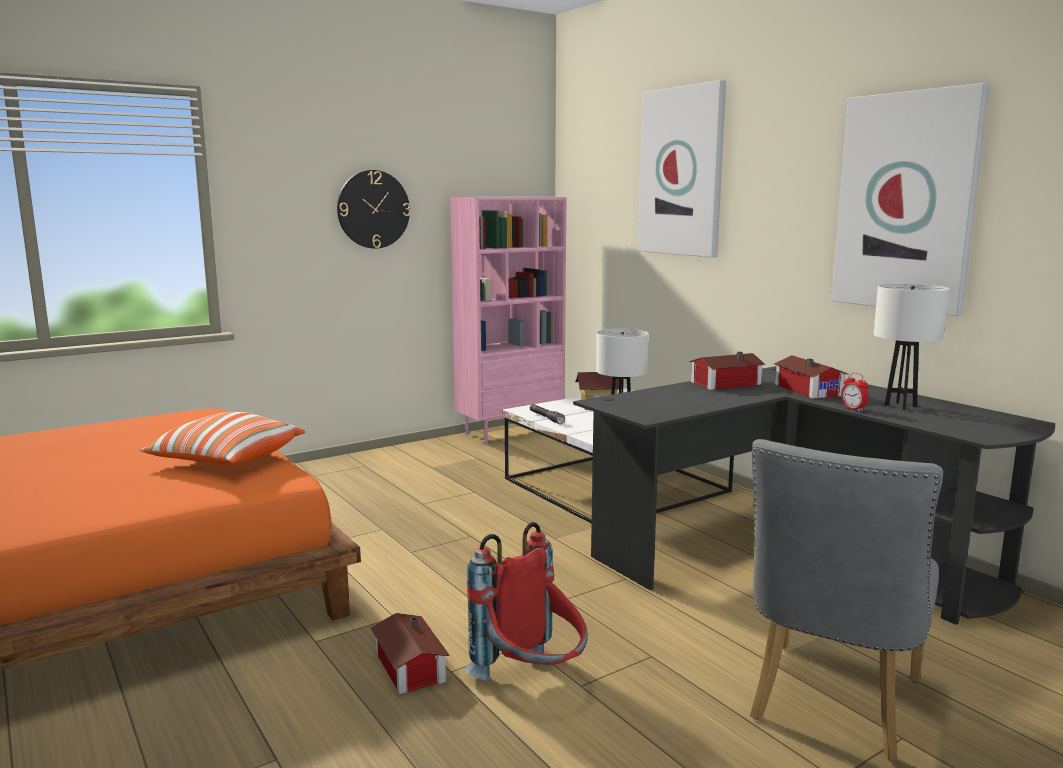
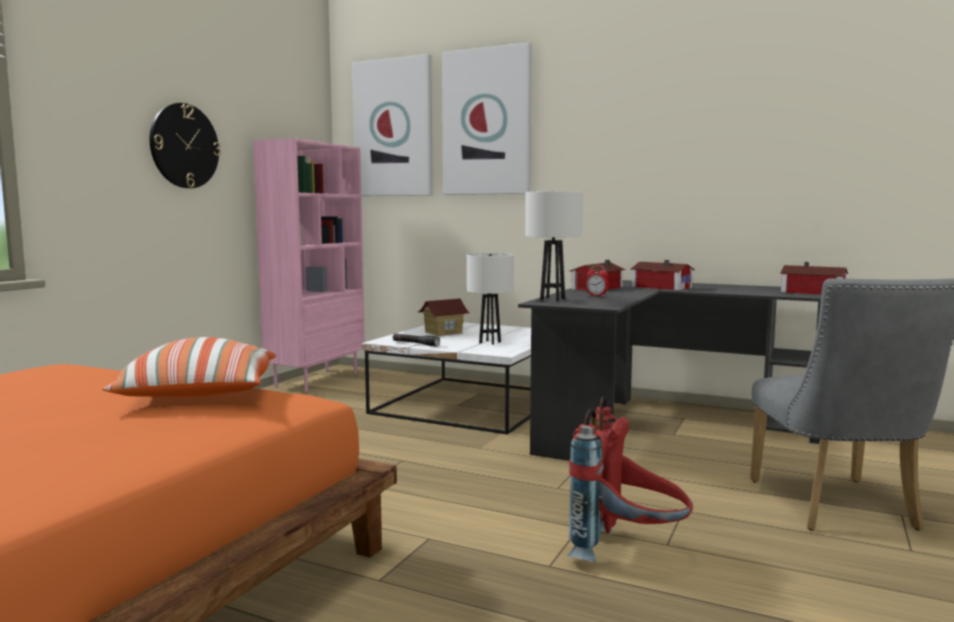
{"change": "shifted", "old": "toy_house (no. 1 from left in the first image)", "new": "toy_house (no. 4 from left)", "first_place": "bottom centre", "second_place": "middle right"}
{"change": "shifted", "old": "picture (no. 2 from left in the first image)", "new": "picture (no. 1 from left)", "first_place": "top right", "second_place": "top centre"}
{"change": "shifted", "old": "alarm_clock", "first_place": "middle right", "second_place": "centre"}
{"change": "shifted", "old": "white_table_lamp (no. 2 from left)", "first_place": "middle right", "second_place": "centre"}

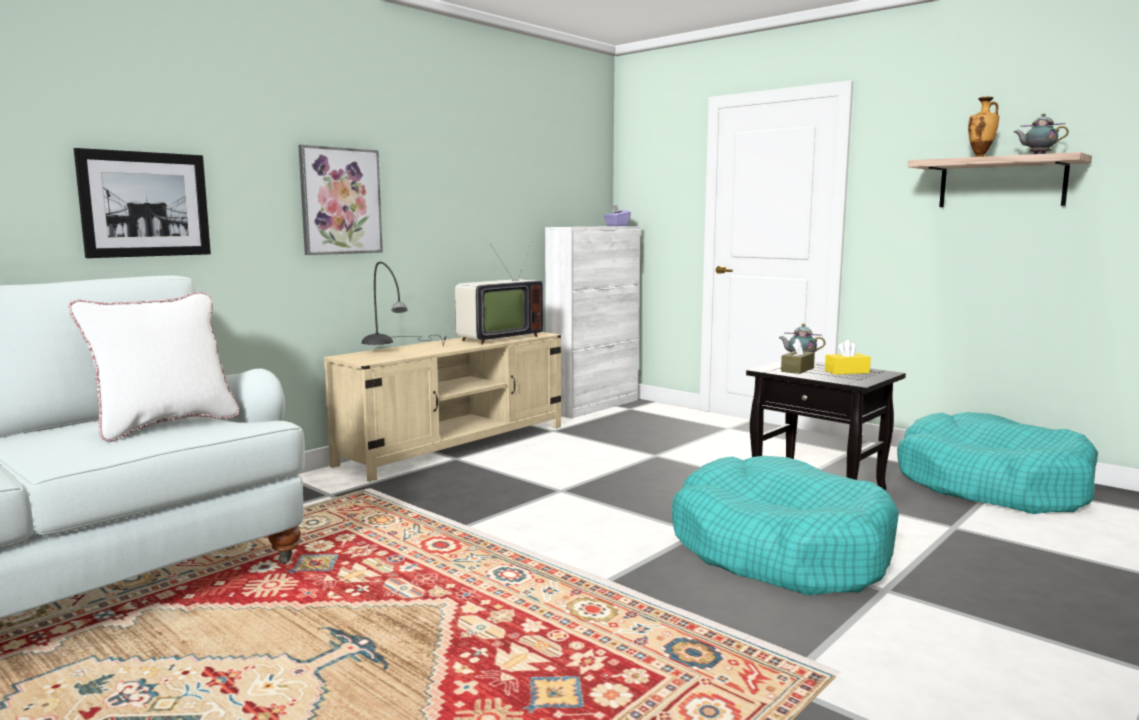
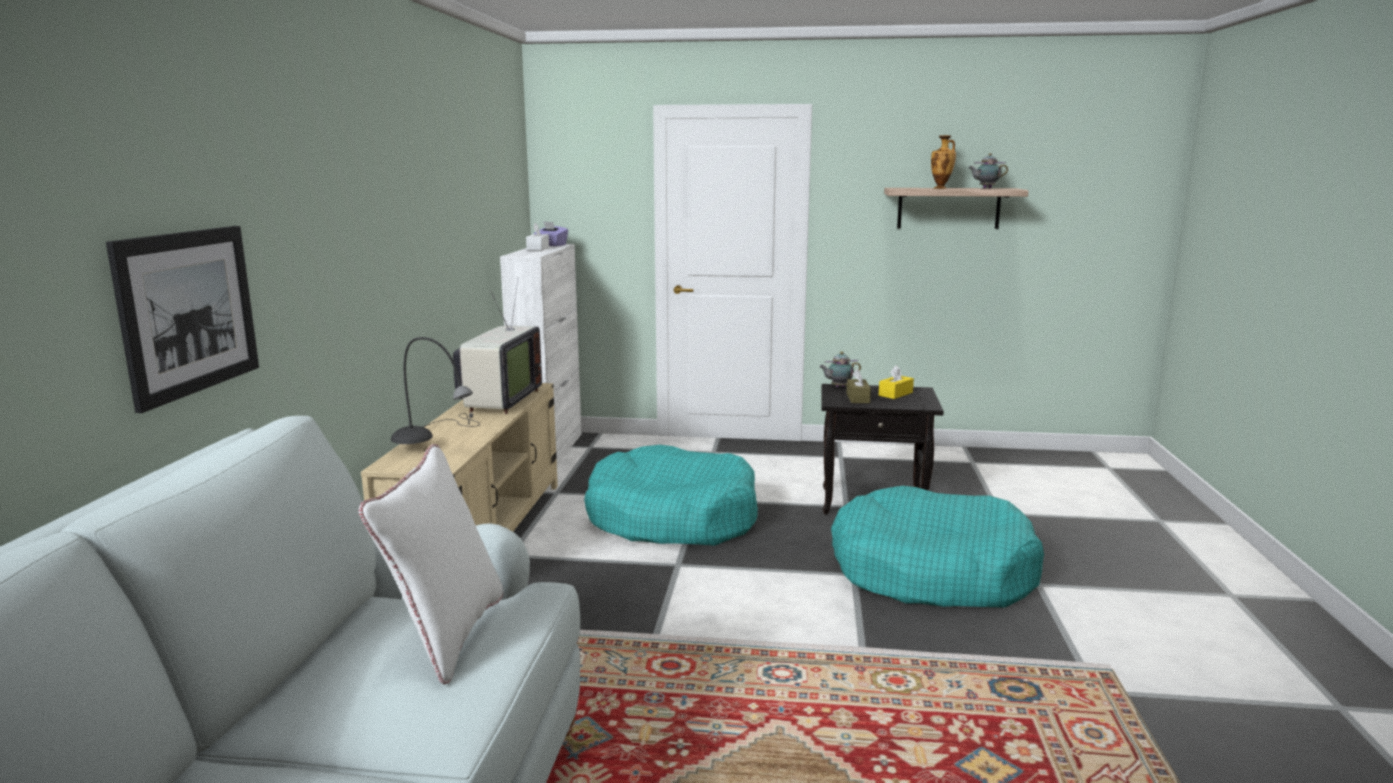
{"change": "gone", "old": "picture (no. 2 from left)", "first_place": "top left"}
{"change": "shifted", "old": "turquoise_dog_bed (no. 2 from left in the first image)", "new": "turquoise_dog_bed (no. 1 from left)", "first_place": "middle right", "second_place": "centre"}
{"change": "new", "new": "white_tissue_box", "second_place": "top centre"}

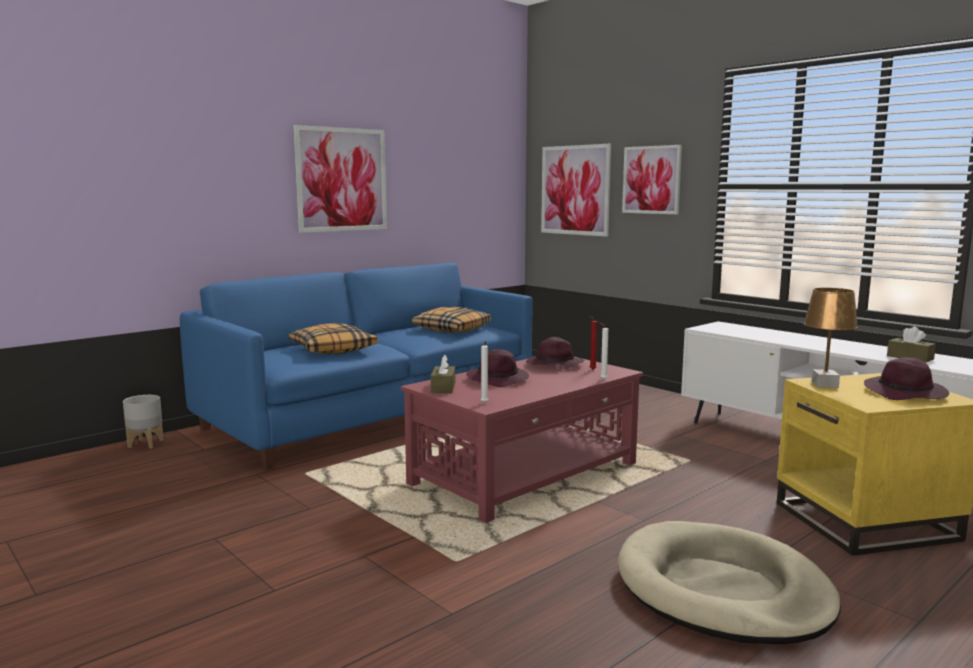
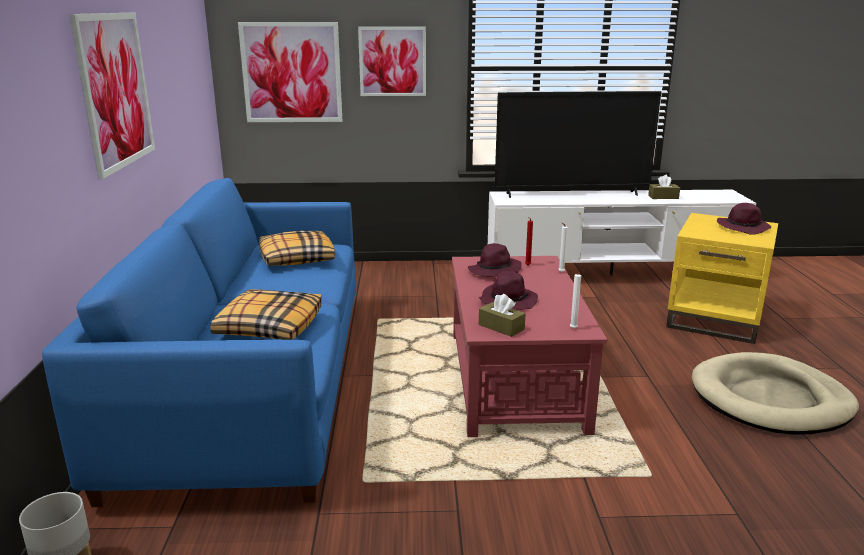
{"change": "gone", "old": "brown_table_lamp", "first_place": "middle right"}
{"change": "new", "new": "television", "second_place": "top right"}

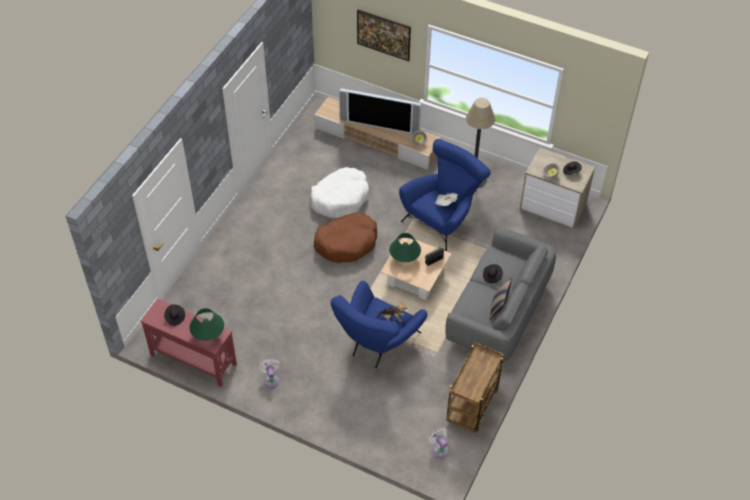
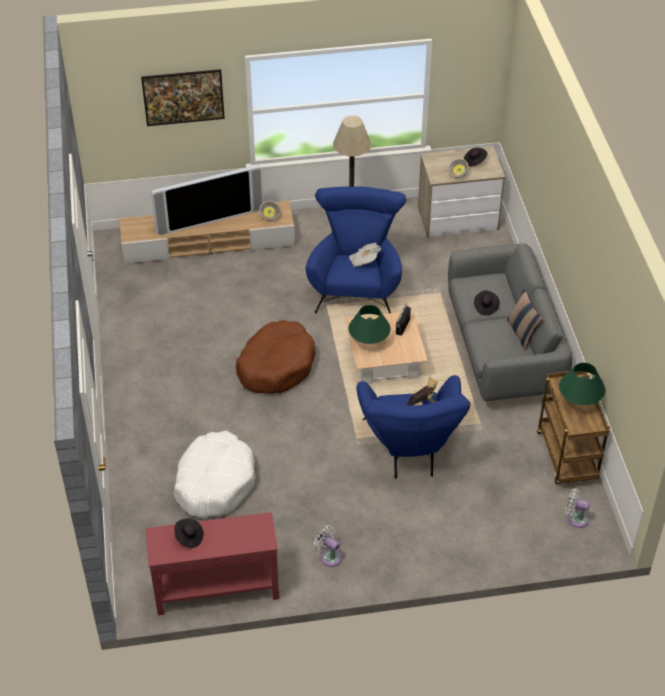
{"change": "shifted", "old": "green_table_lamp (no. 1 from left in the first image)", "new": "green_table_lamp (no. 2 from left)", "first_place": "middle left", "second_place": "middle right"}
{"change": "shifted", "old": "white_dog_bed", "first_place": "centre", "second_place": "bottom left"}

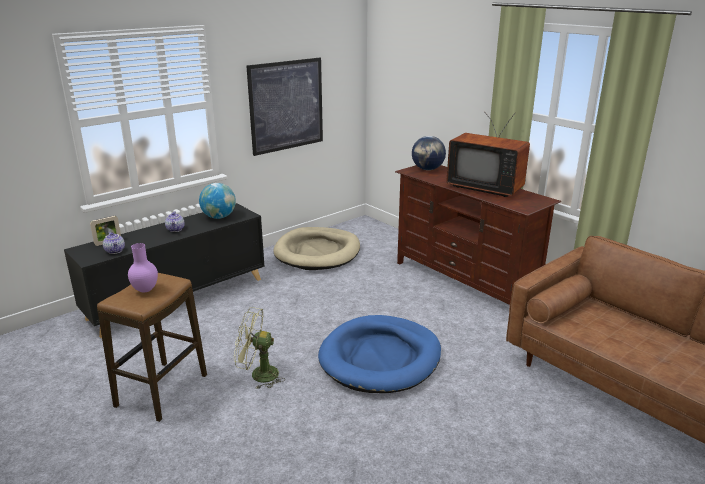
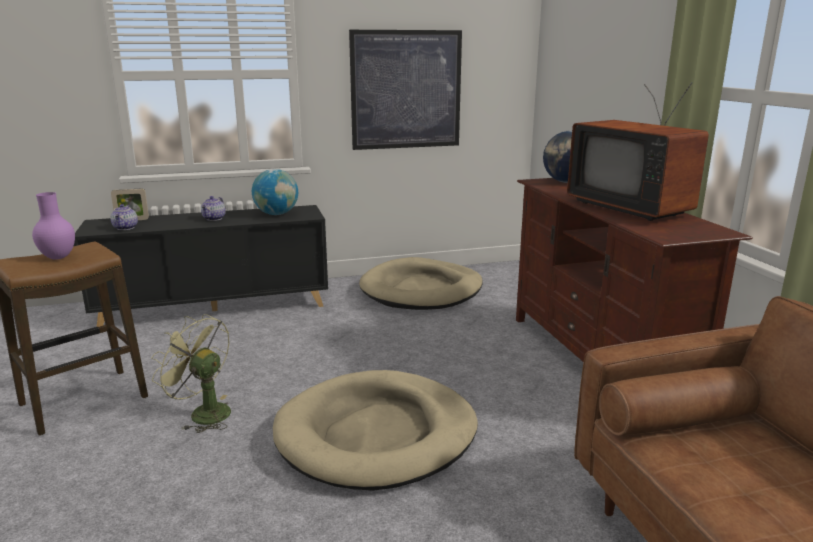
{"change": "repainted", "old": "blue_dog_bed", "new": "beige_dog_bed (no. 1 from left)", "first_place": "bottom centre", "second_place": "bottom centre"}

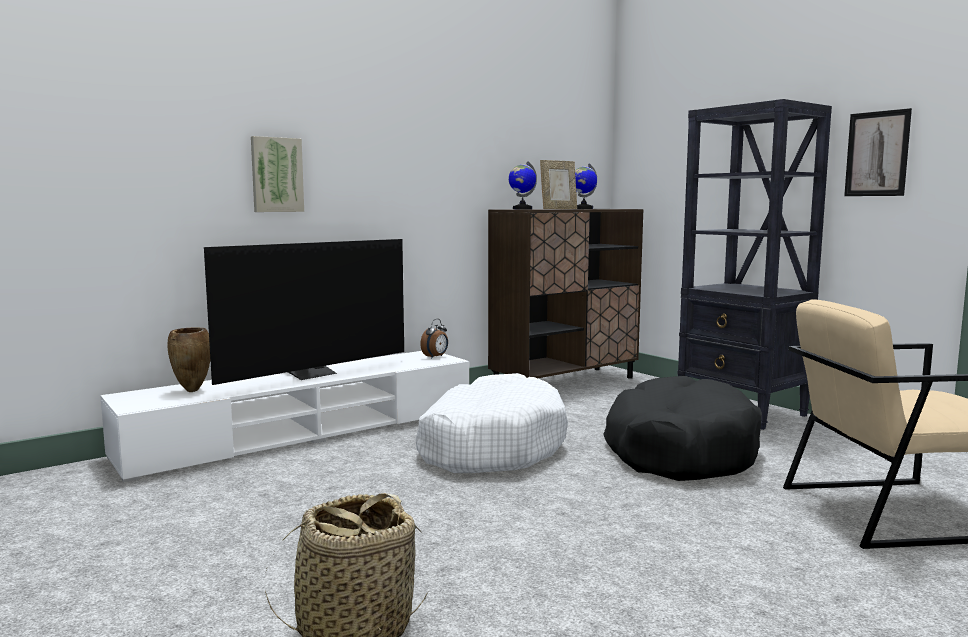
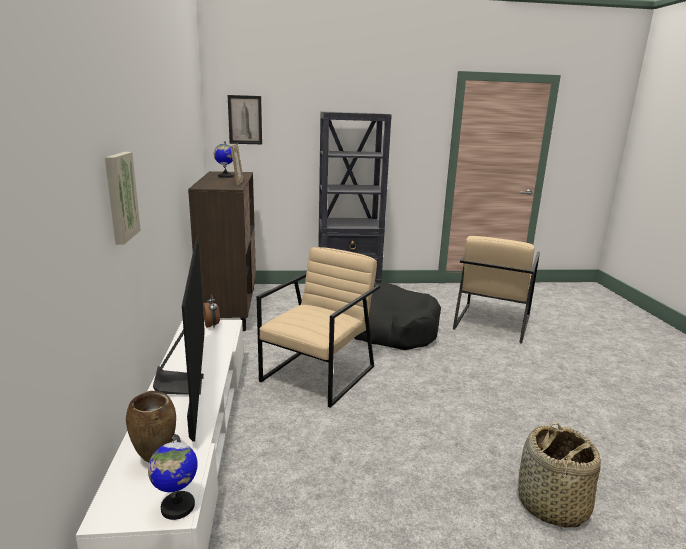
{"change": "swapped", "old": "white_dog_bed", "new": "beige_armchair (no. 1 from left)", "first_place": "centre", "second_place": "centre"}
{"change": "shifted", "old": "globe (no. 1 from left)", "first_place": "top centre", "second_place": "bottom left"}
{"change": "shifted", "old": "picture (no. 2 from left)", "first_place": "top right", "second_place": "top centre"}

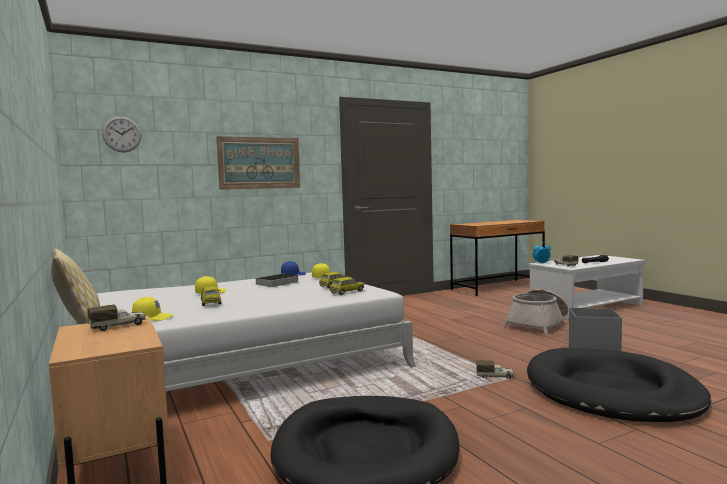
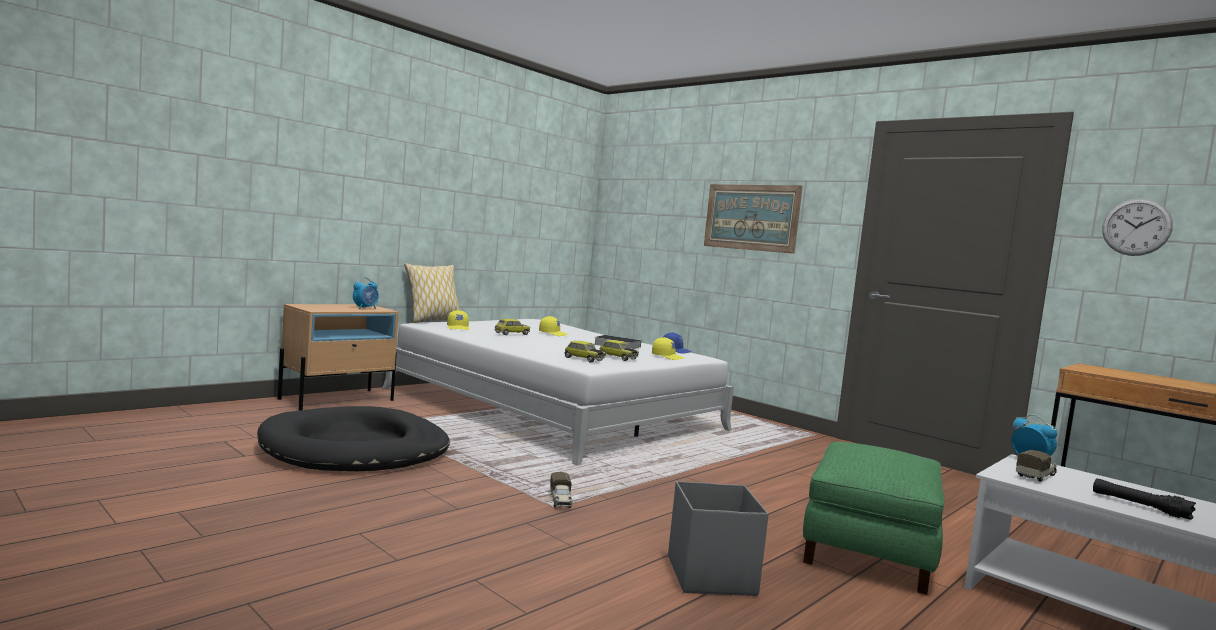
{"change": "swapped", "old": "toy_truck (no. 1 from left)", "new": "alarm_clock (no. 1 from left)", "first_place": "middle left", "second_place": "middle left"}
{"change": "shifted", "old": "wall_clock", "first_place": "top left", "second_place": "middle right"}
{"change": "swapped", "old": "basket", "new": "green_ottoman", "first_place": "middle right", "second_place": "bottom right"}
{"change": "gone", "old": "black_dog_bed (no. 2 from left)", "first_place": "bottom right"}

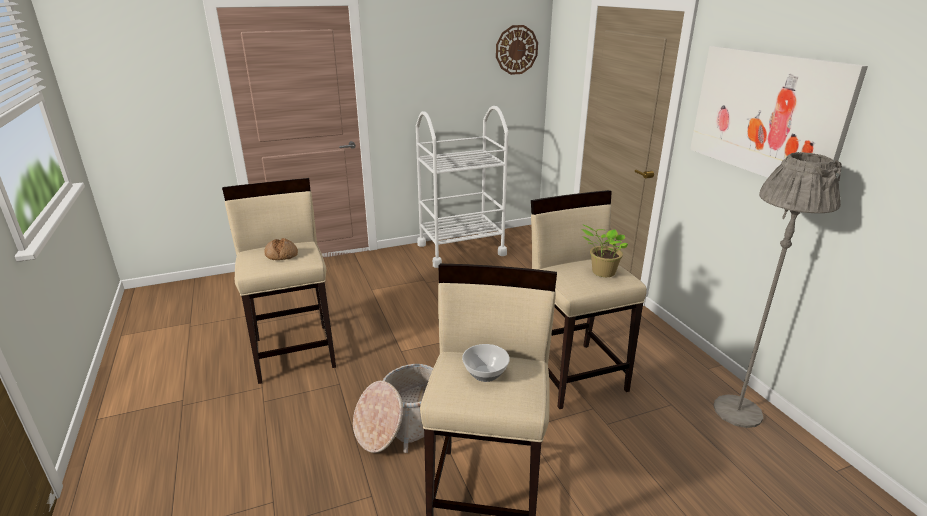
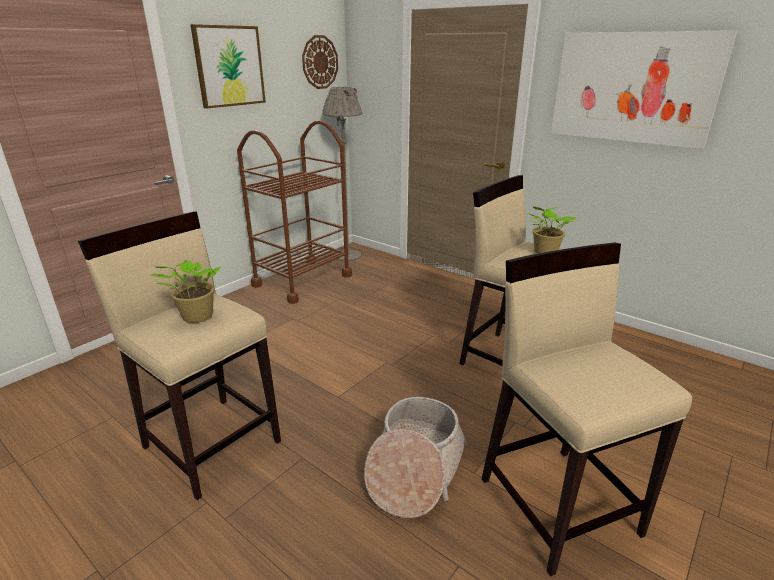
{"change": "swapped", "old": "bread", "new": "potted_plant (no. 1 from left)", "first_place": "middle left", "second_place": "middle left"}
{"change": "repainted", "old": "white_cart", "new": "brown_cart", "first_place": "centre", "second_place": "centre"}
{"change": "gone", "old": "bowl", "first_place": "bottom centre"}
{"change": "shifted", "old": "grey_floor_lamp", "first_place": "middle right", "second_place": "top centre"}
{"change": "new", "new": "picture (no. 1 from left)", "second_place": "top left"}

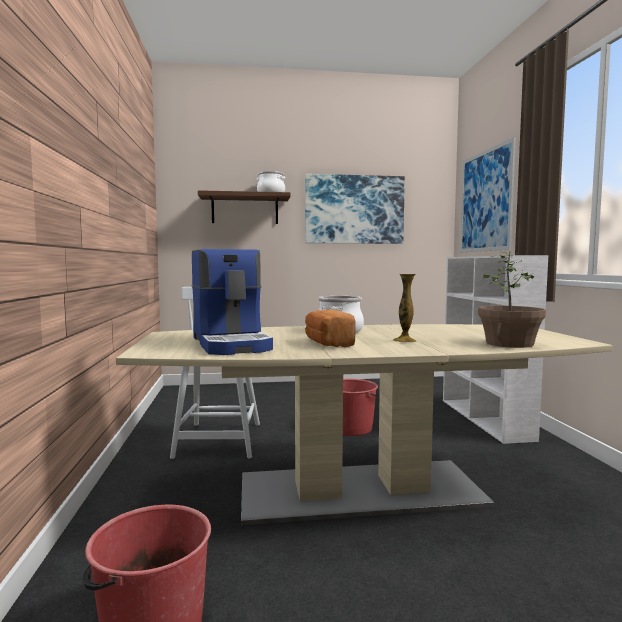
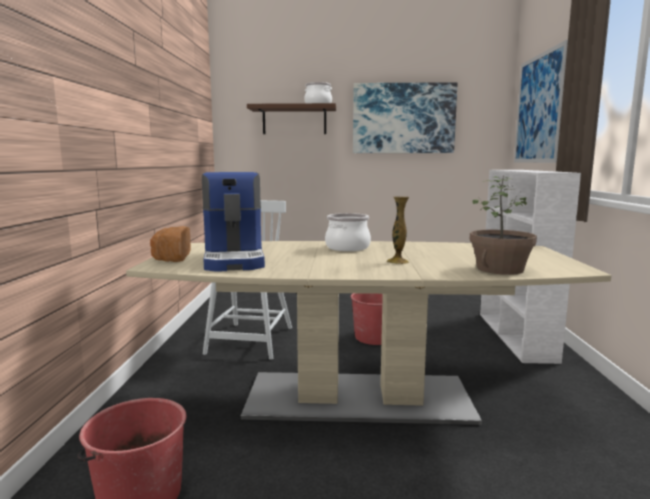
{"change": "shifted", "old": "bread", "first_place": "centre", "second_place": "middle left"}

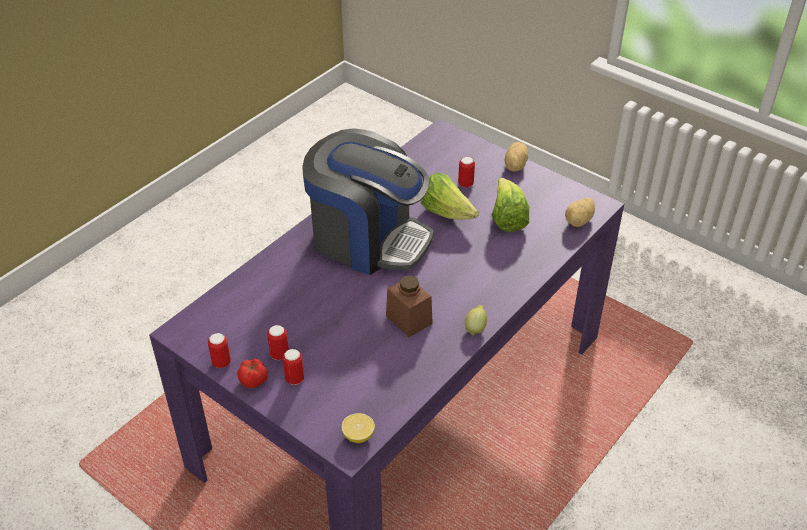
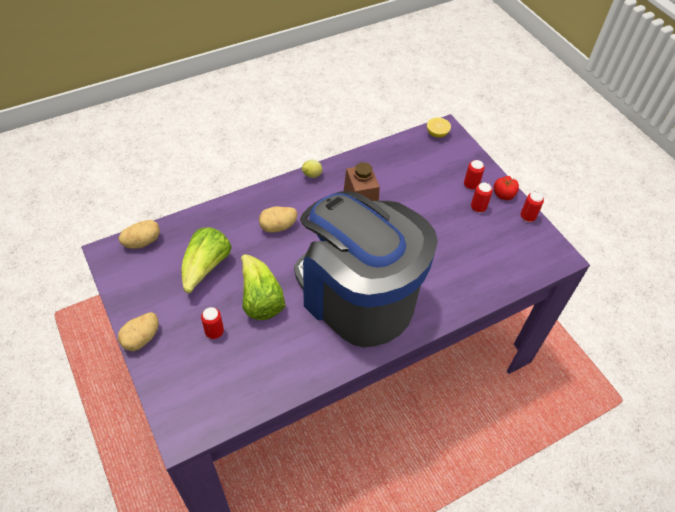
{"change": "new", "new": "potato (no. 3 from left)", "second_place": "centre"}

